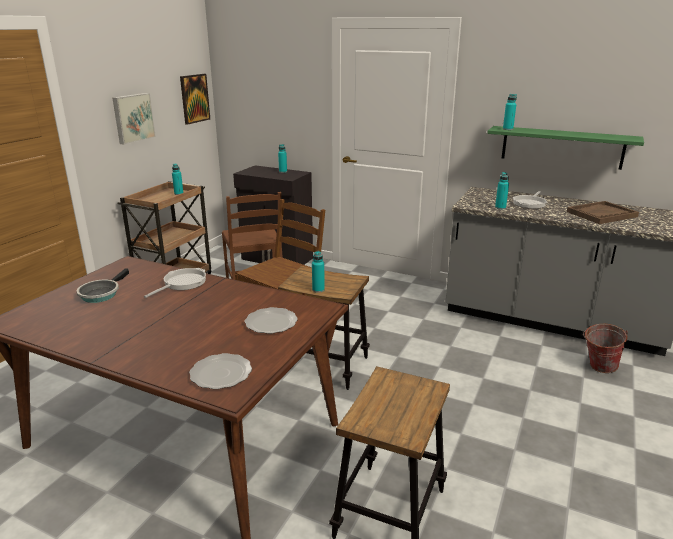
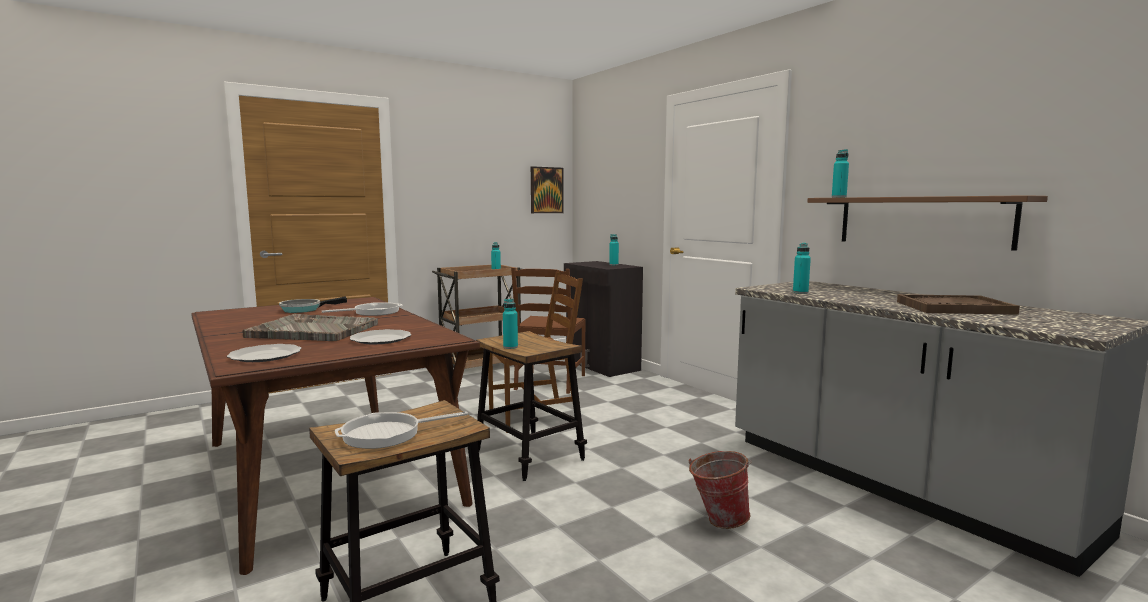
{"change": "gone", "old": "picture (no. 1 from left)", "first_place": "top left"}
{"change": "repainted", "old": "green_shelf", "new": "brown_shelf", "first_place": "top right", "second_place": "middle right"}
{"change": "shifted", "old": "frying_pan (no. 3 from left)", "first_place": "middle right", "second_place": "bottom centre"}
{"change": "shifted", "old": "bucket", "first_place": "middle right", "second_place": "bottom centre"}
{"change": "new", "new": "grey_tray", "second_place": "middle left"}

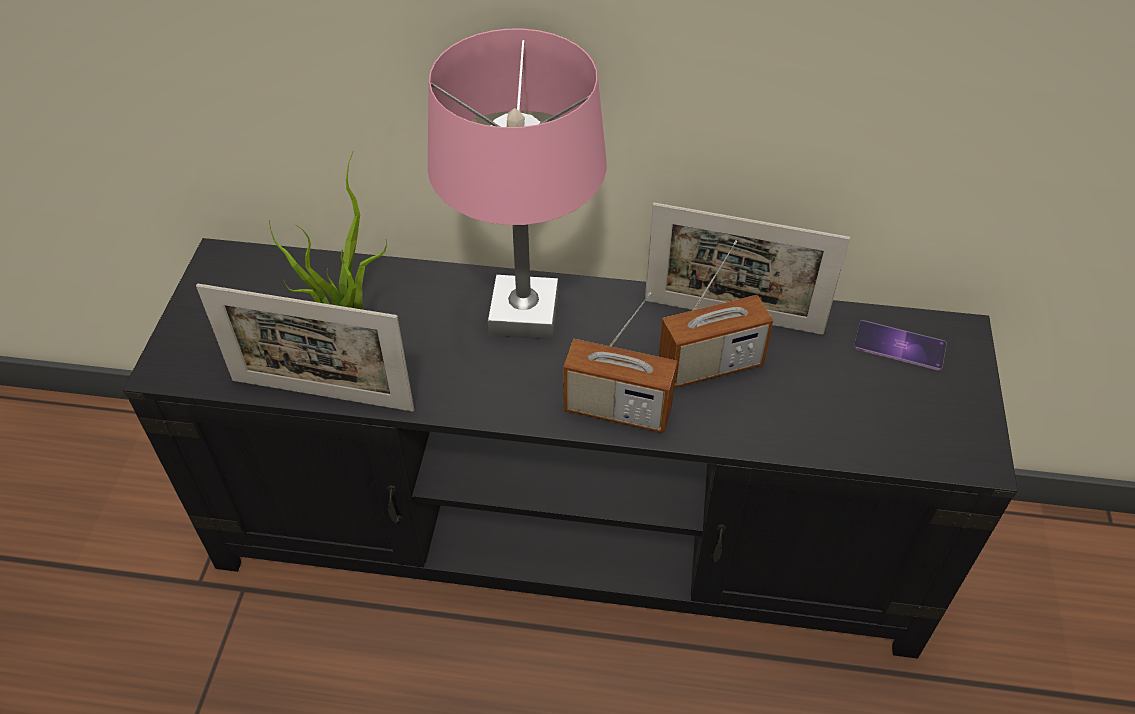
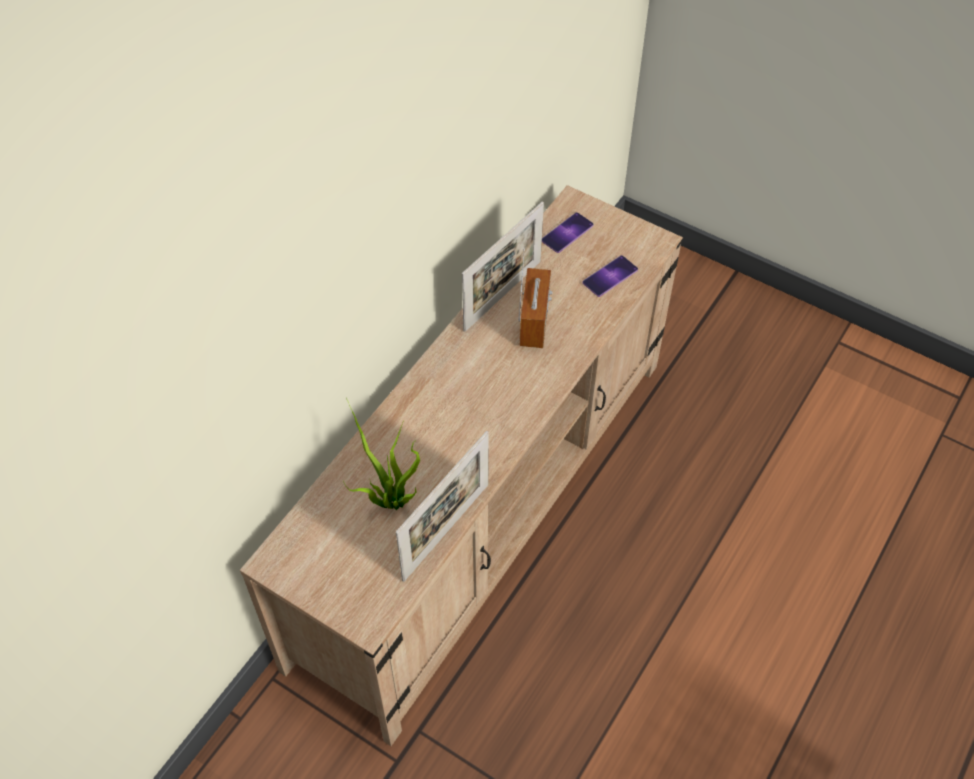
{"change": "repainted", "old": "black_tv_stand", "new": "beige_tv_stand", "first_place": "centre", "second_place": "centre"}
{"change": "gone", "old": "pink_table_lamp", "first_place": "top centre"}
{"change": "gone", "old": "radio (no. 1 from left)", "first_place": "centre"}
{"change": "new", "new": "phone (no. 2 from left)", "second_place": "centre"}

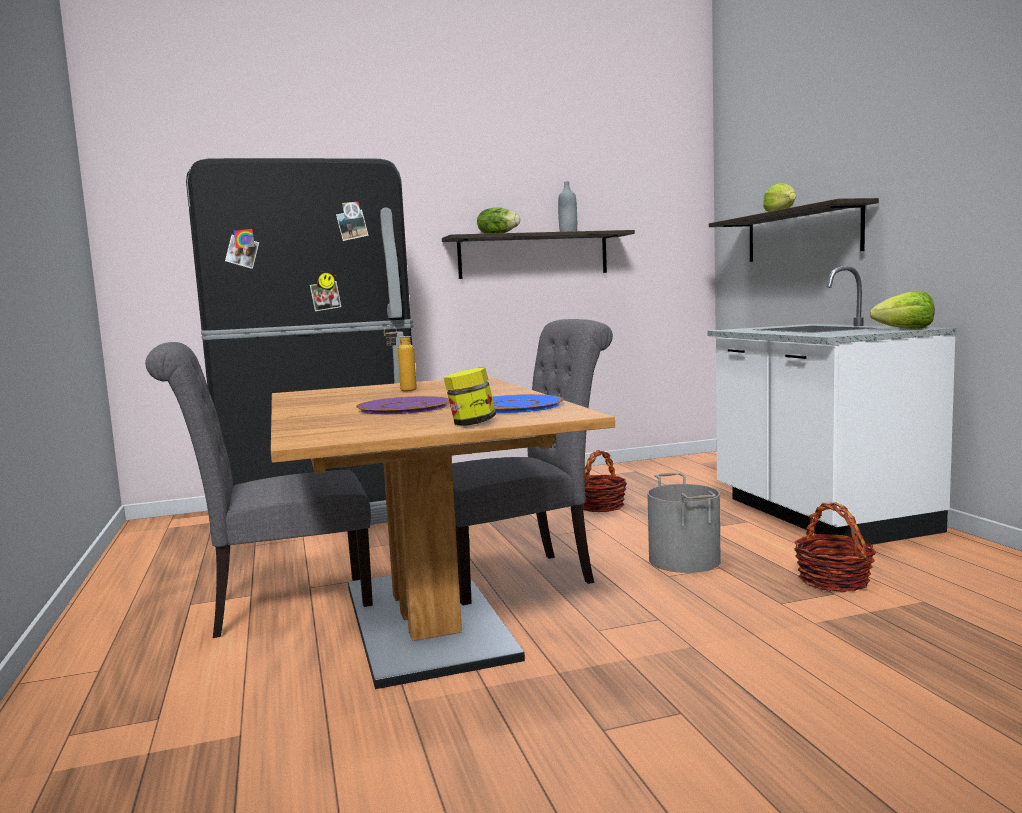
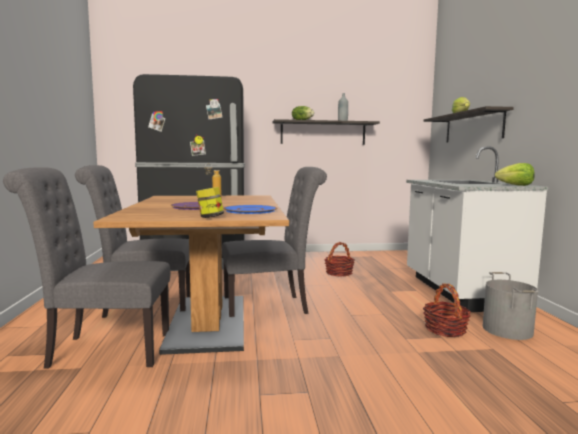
{"change": "shifted", "old": "grey_bucket", "first_place": "middle right", "second_place": "bottom right"}
{"change": "new", "new": "grey_chair (no. 1 from left)", "second_place": "middle left"}

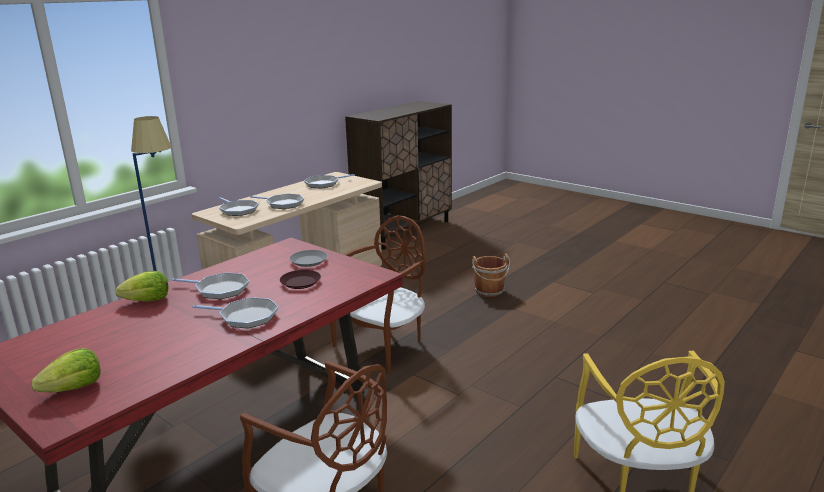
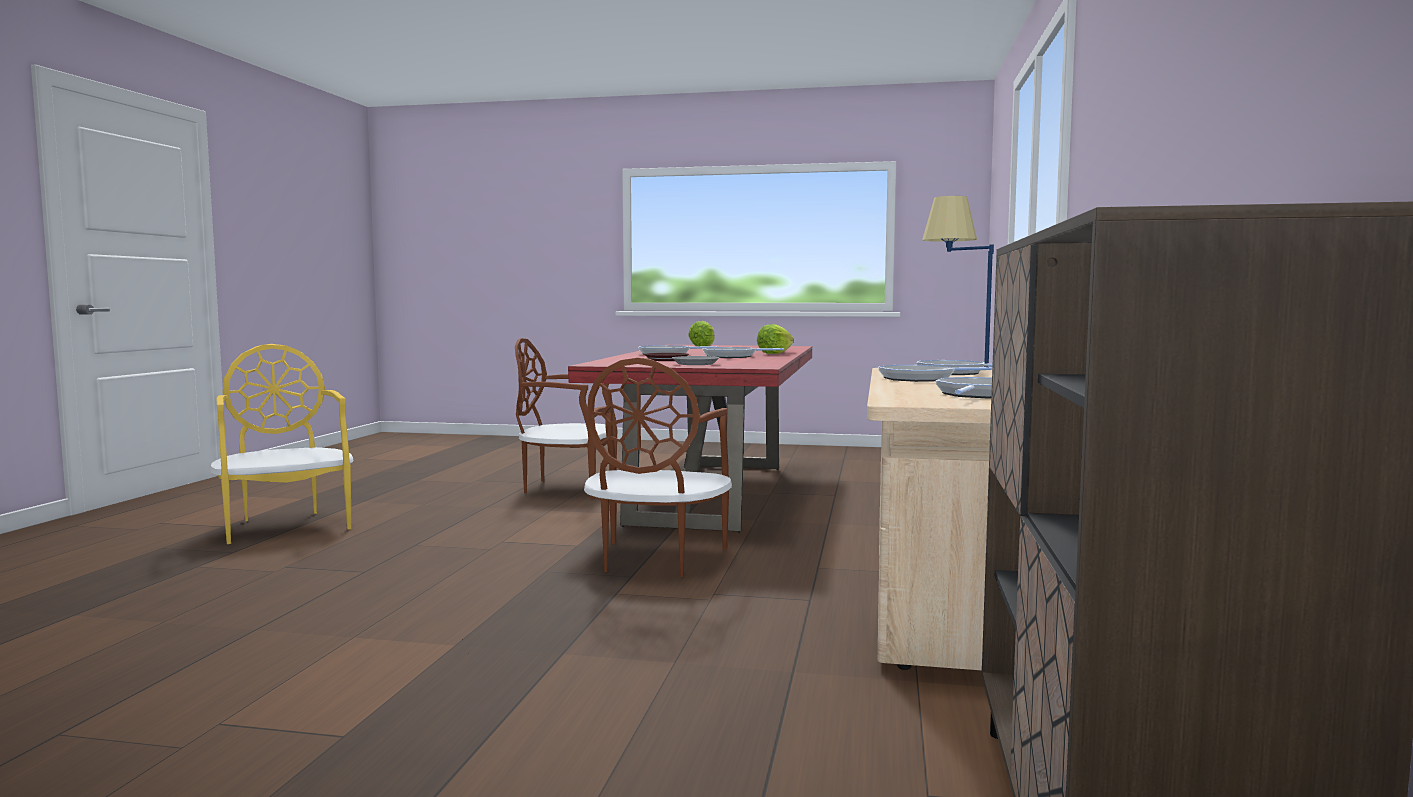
{"change": "gone", "old": "brown_bucket", "first_place": "centre"}

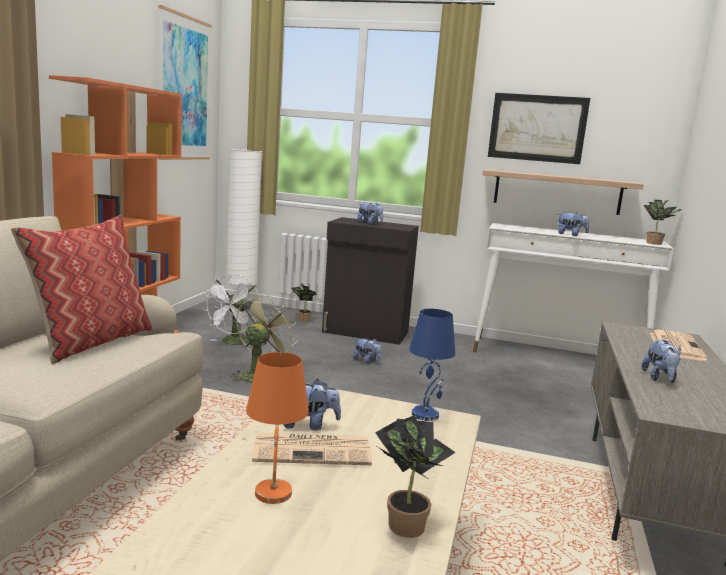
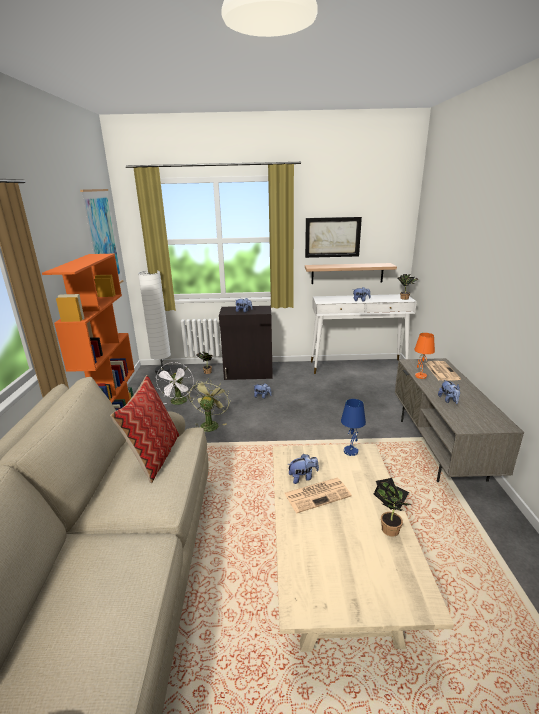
{"change": "shifted", "old": "orange_table_lamp", "first_place": "bottom centre", "second_place": "middle right"}

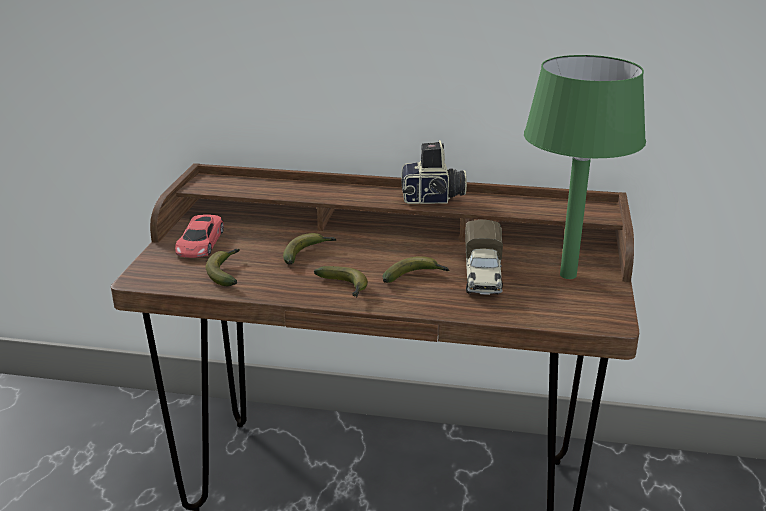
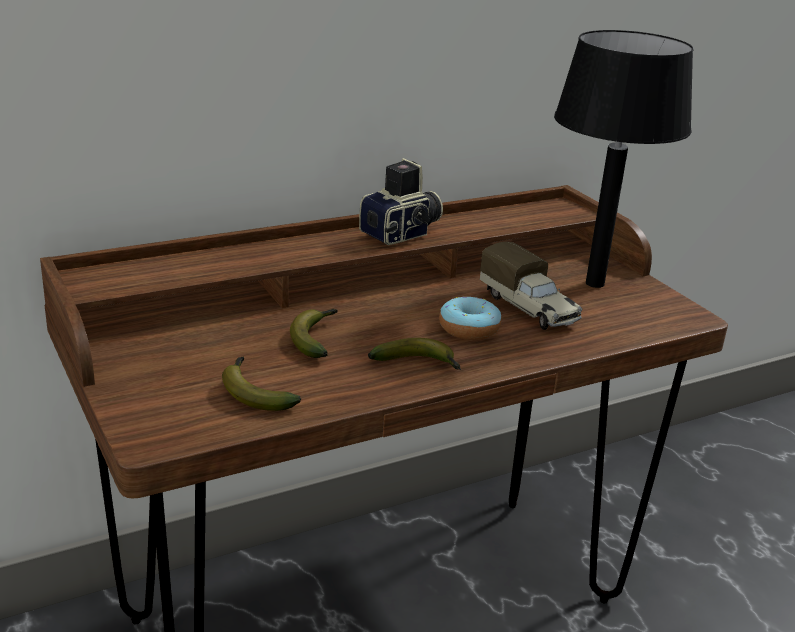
{"change": "gone", "old": "red_toy_car", "first_place": "middle left"}
{"change": "swapped", "old": "banana (no. 4 from left)", "new": "donut", "first_place": "centre", "second_place": "centre"}
{"change": "repainted", "old": "green_table_lamp", "new": "black_table_lamp", "first_place": "top right", "second_place": "top right"}

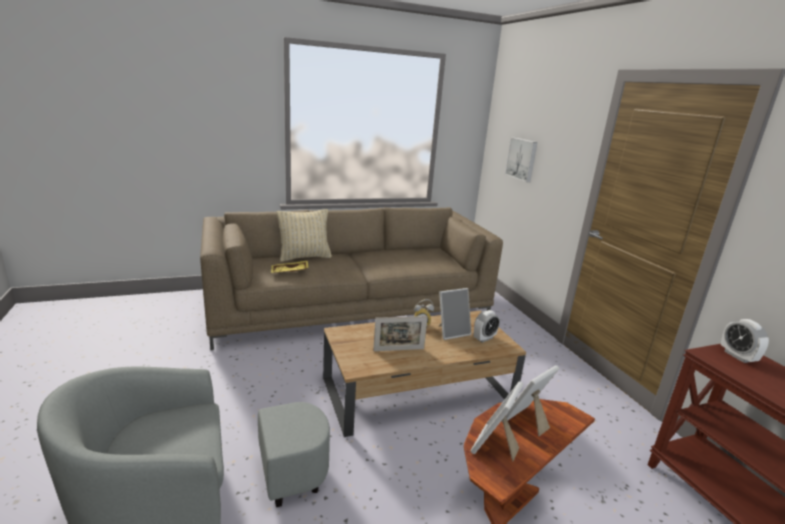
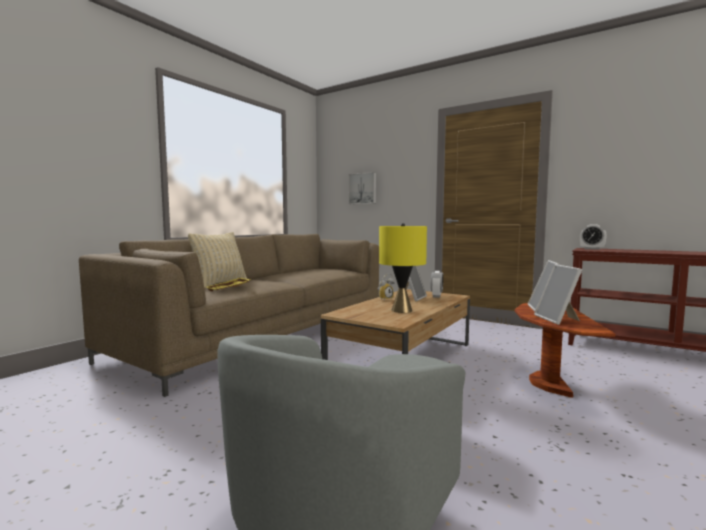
{"change": "swapped", "old": "picture_frame (no. 1 from left)", "new": "yellow_table_lamp", "first_place": "centre", "second_place": "centre"}

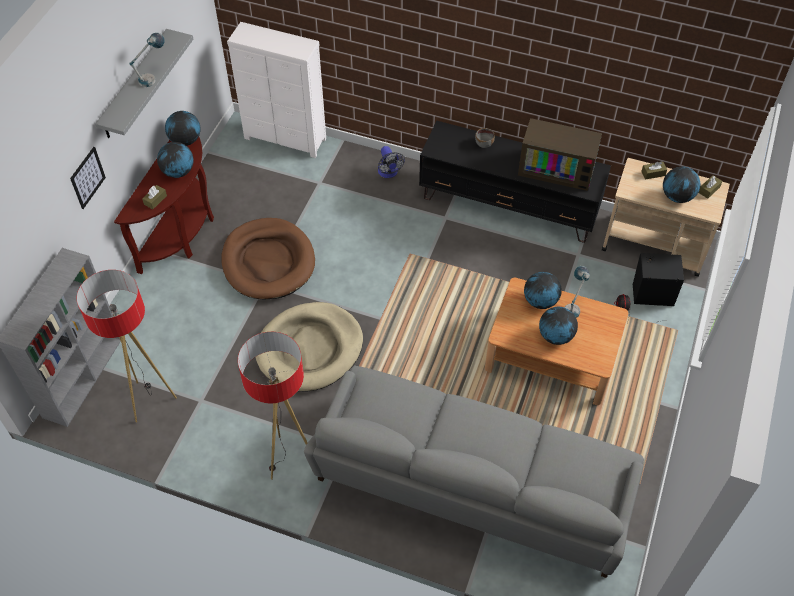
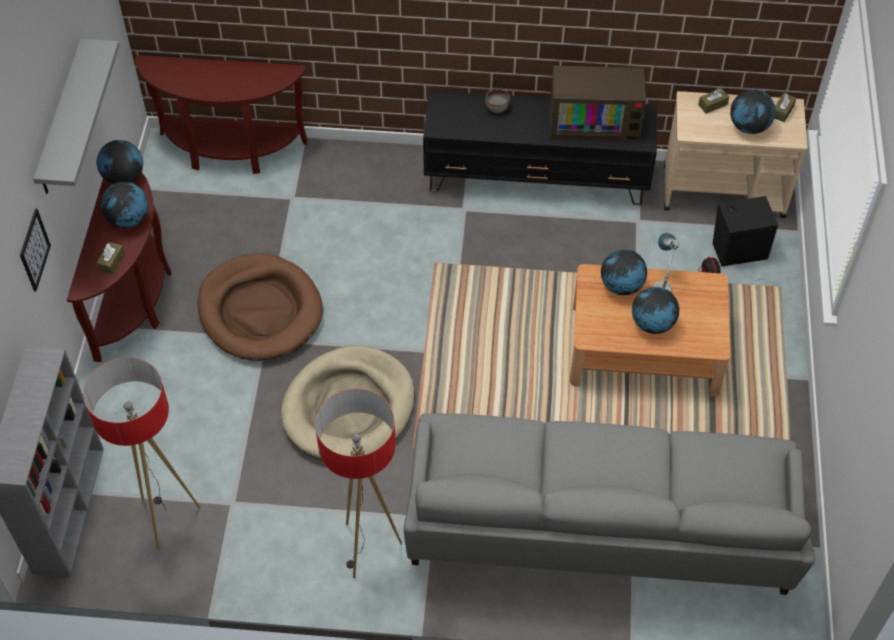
{"change": "gone", "old": "table_lamp (no. 1 from left)", "first_place": "top left"}
{"change": "swapped", "old": "white_dresser", "new": "brown_console_table (no. 2 from left)", "first_place": "top centre", "second_place": "top left"}
{"change": "gone", "old": "fan (no. 1 from left)", "first_place": "top centre"}

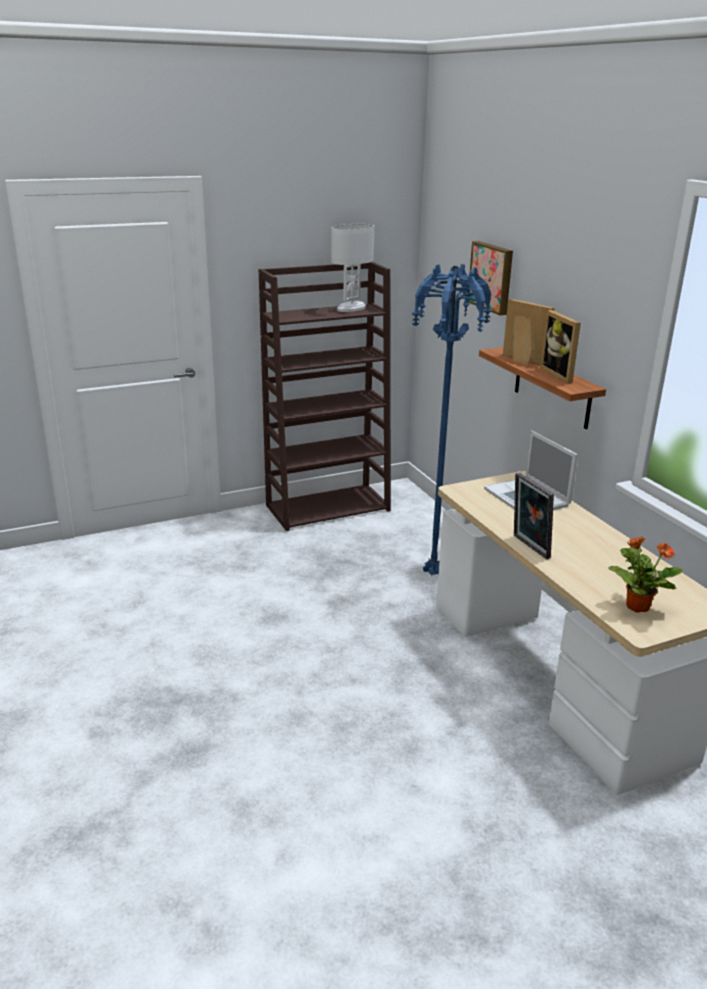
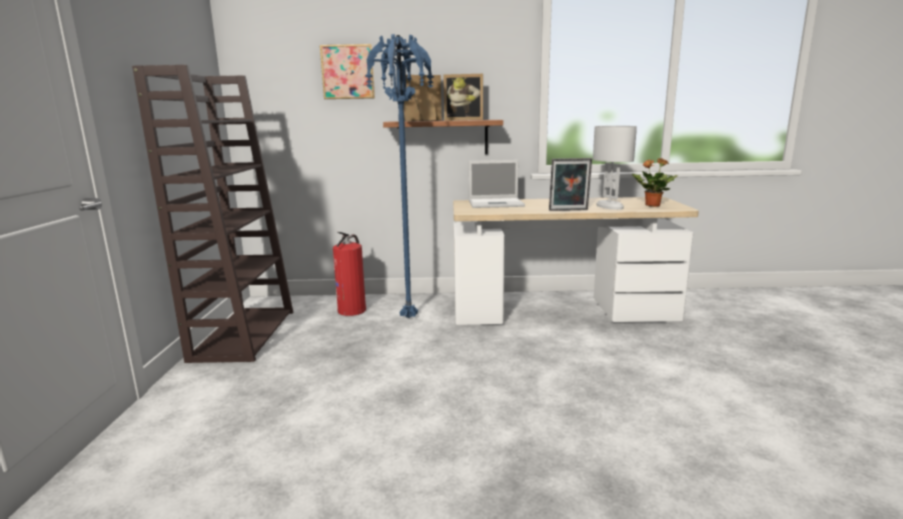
{"change": "shifted", "old": "white_table_lamp", "first_place": "top centre", "second_place": "top right"}
{"change": "new", "new": "fire_extinguisher", "second_place": "centre"}

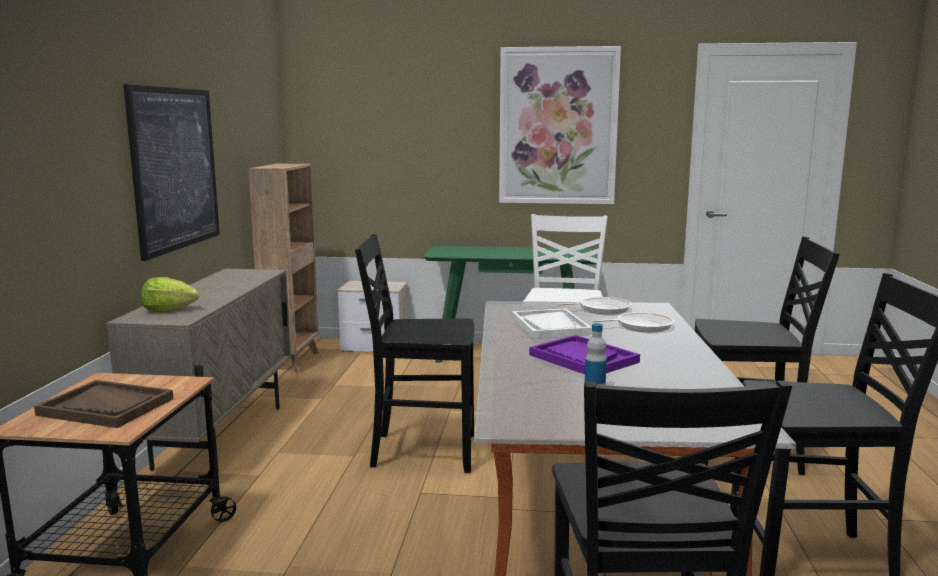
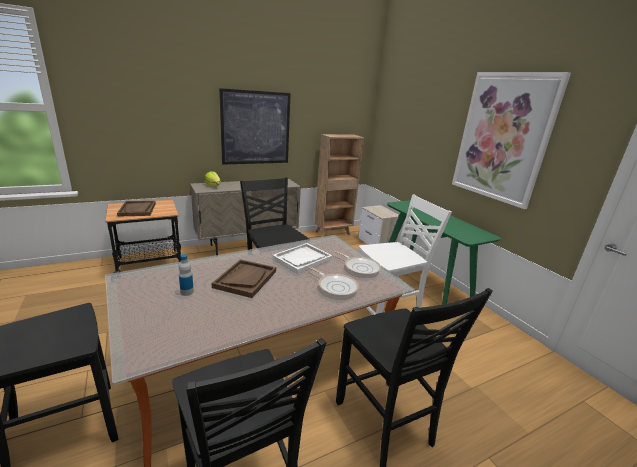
{"change": "repainted", "old": "purple_tray", "new": "brown_tray (no. 2 from left)", "first_place": "centre", "second_place": "centre"}

